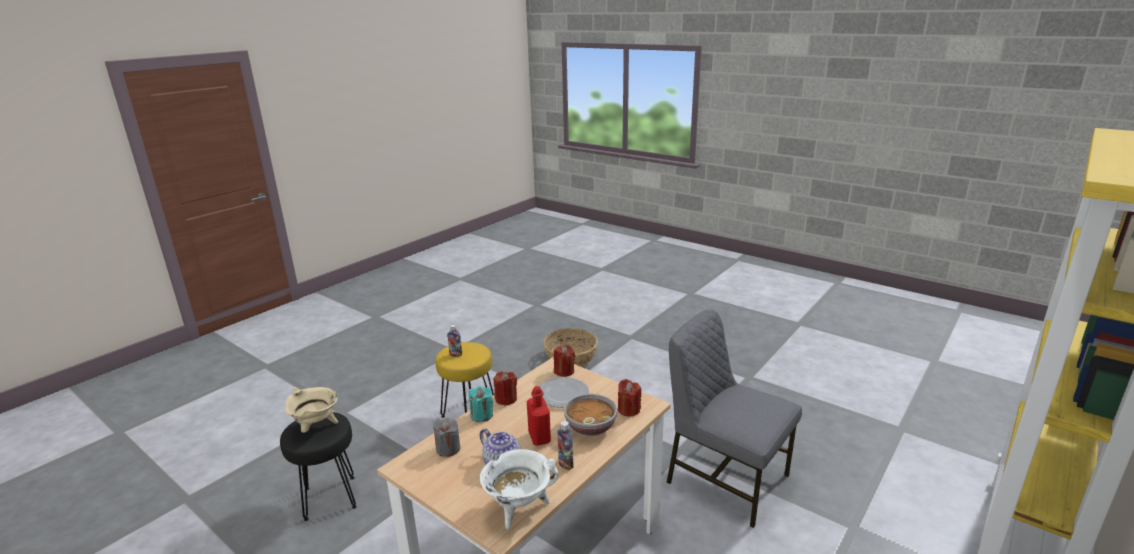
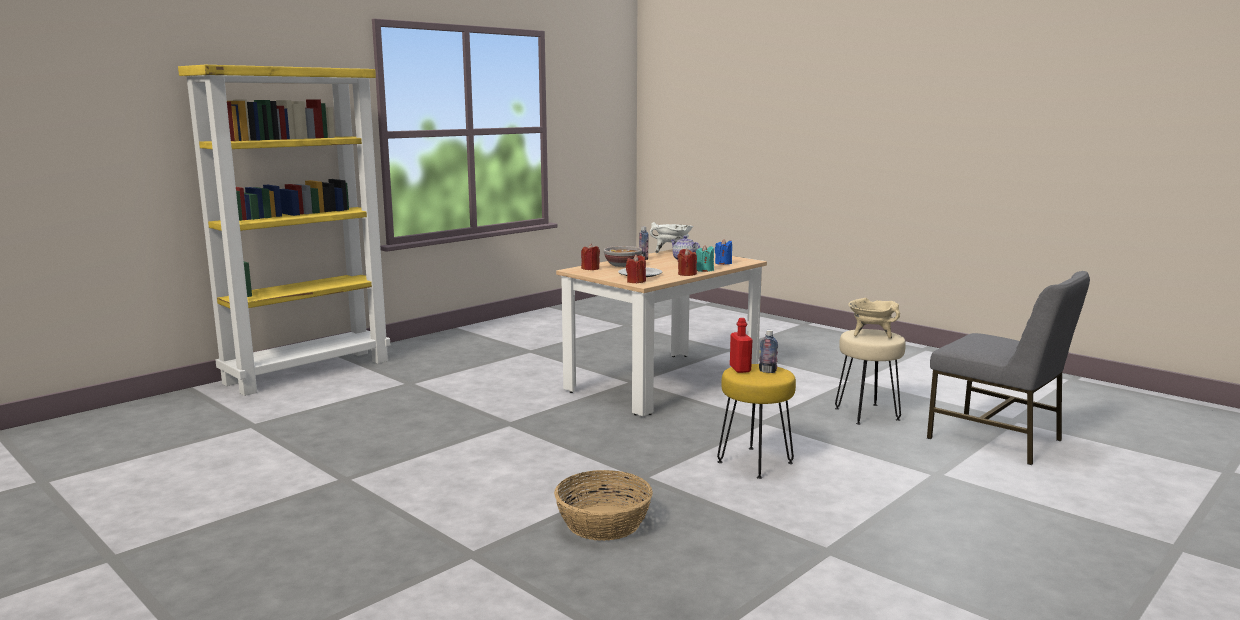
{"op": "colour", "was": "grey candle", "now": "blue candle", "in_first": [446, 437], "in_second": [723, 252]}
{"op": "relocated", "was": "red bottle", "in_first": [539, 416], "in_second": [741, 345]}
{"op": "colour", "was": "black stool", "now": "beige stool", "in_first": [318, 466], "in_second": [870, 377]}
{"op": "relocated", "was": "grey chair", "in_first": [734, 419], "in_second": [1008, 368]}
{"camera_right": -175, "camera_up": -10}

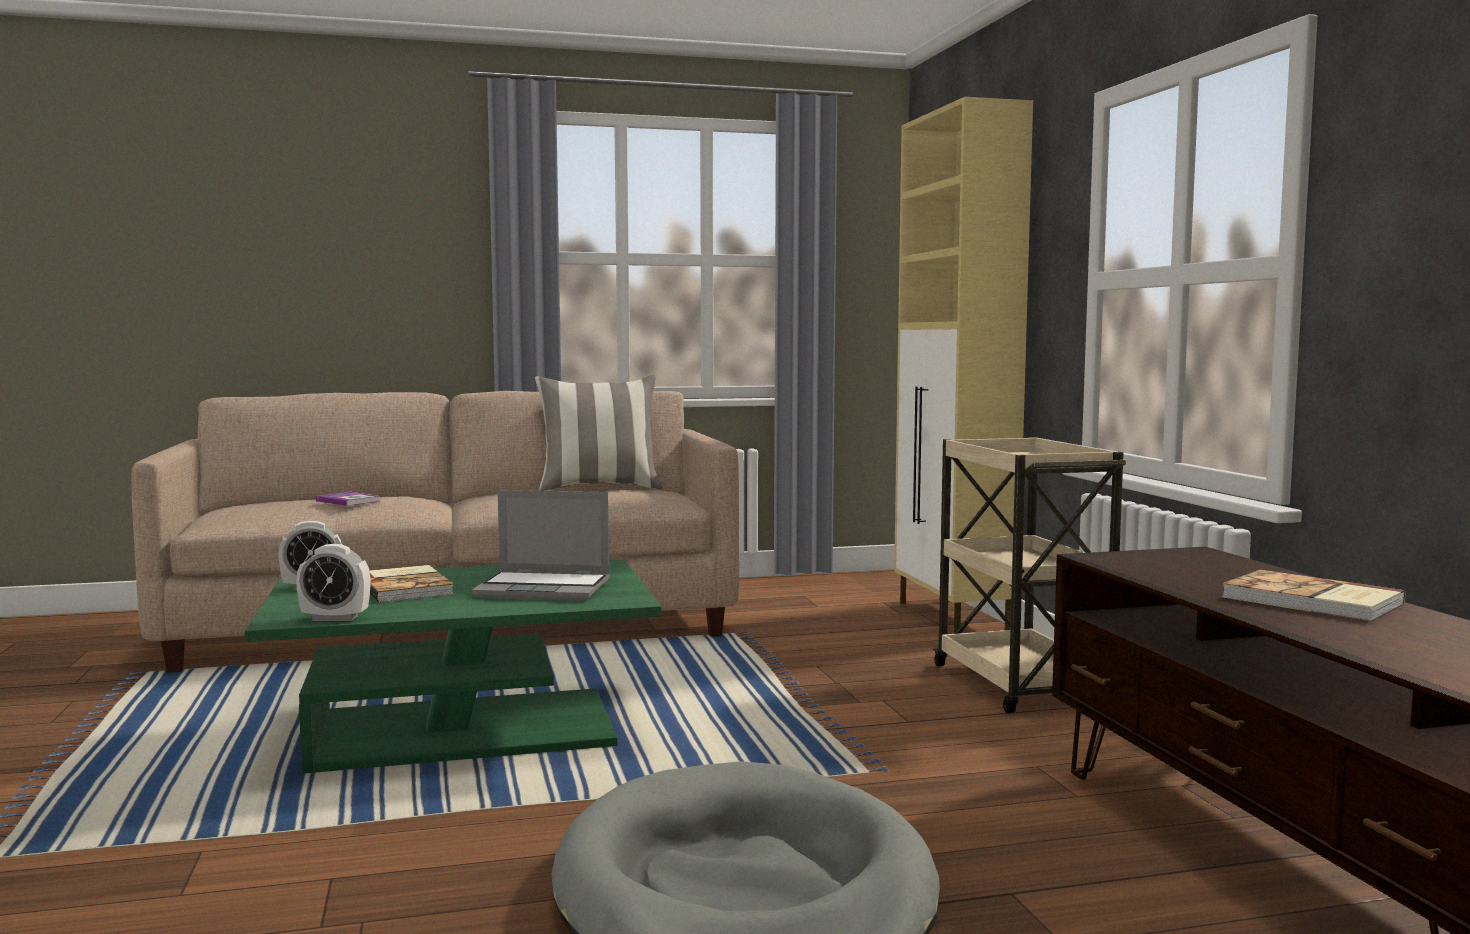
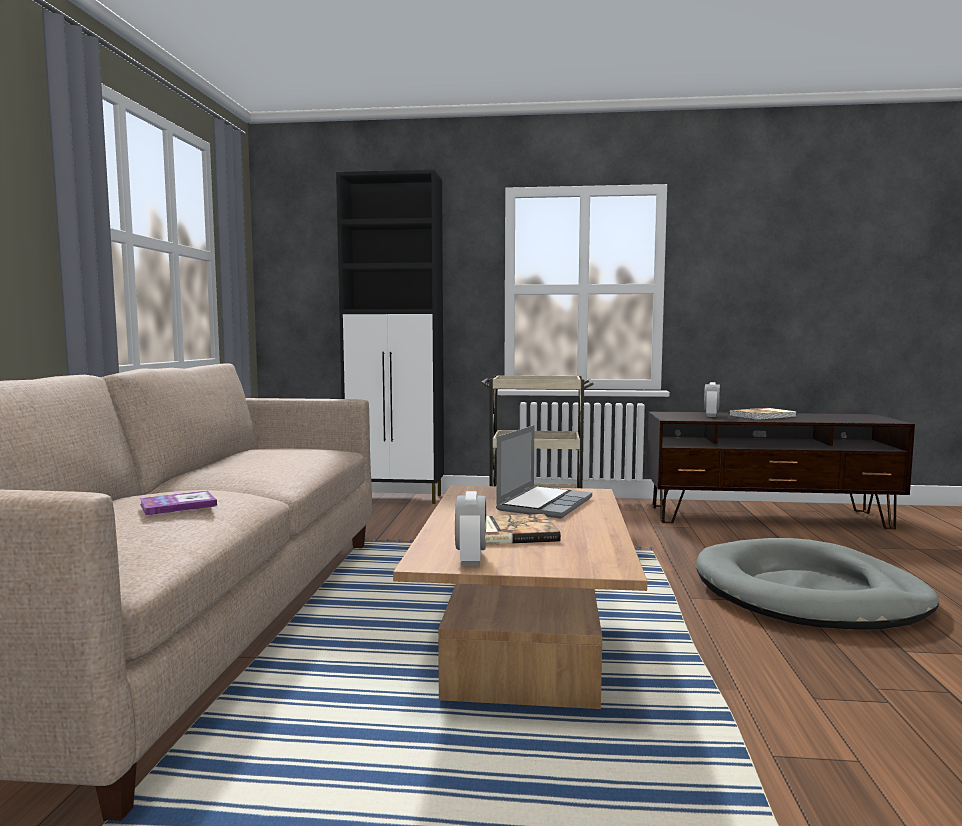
{"op": "colour", "was": "beige cabinet", "now": "black cabinet", "in_first": [963, 365], "in_second": [390, 337]}
{"op": "colour", "was": "green coffee table", "now": "brown coffee table", "in_first": [453, 666], "in_second": [520, 597]}
{"op": "relocated", "was": "alarm clock", "in_first": [333, 582], "in_second": [712, 399]}
{"op": "missing", "was": "pillow", "in_first": [598, 433]}
{"camera_right": -70, "camera_up": 0}

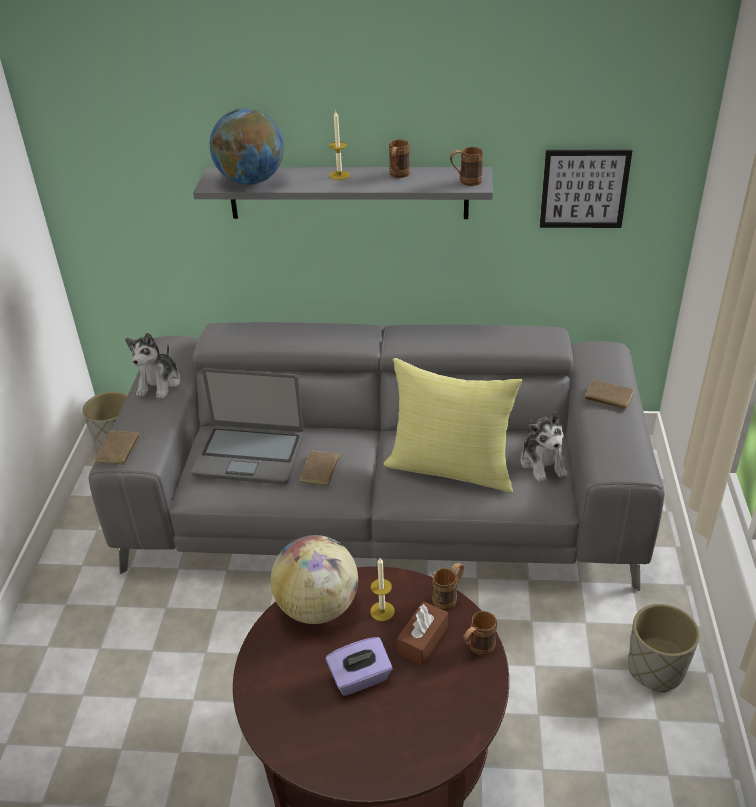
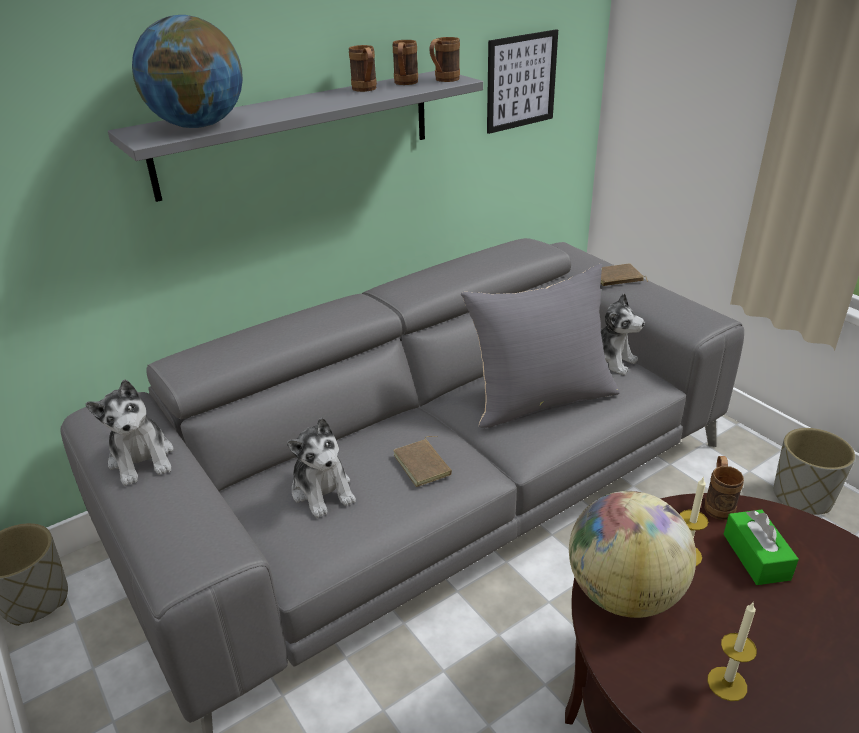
{"op": "exchanged", "was": "laptop", "now": "plush toy", "in_first": [247, 426], "in_second": [321, 468]}
{"op": "relocated", "was": "brown mug", "in_first": [480, 633], "in_second": [405, 62]}
{"op": "colour", "was": "yellow pillow", "now": "grey pillow", "in_first": [453, 425], "in_second": [540, 346]}
{"op": "relocated", "was": "candle", "in_first": [339, 145], "in_second": [732, 652]}
{"op": "colour", "was": "brown tissue box", "now": "green tissue box", "in_first": [422, 633], "in_second": [761, 547]}
{"op": "missing", "was": "brown book", "in_first": [121, 447]}
{"op": "missing", "was": "purple tissue box", "in_first": [359, 666]}
{"camera_right": -40, "camera_up": -5}

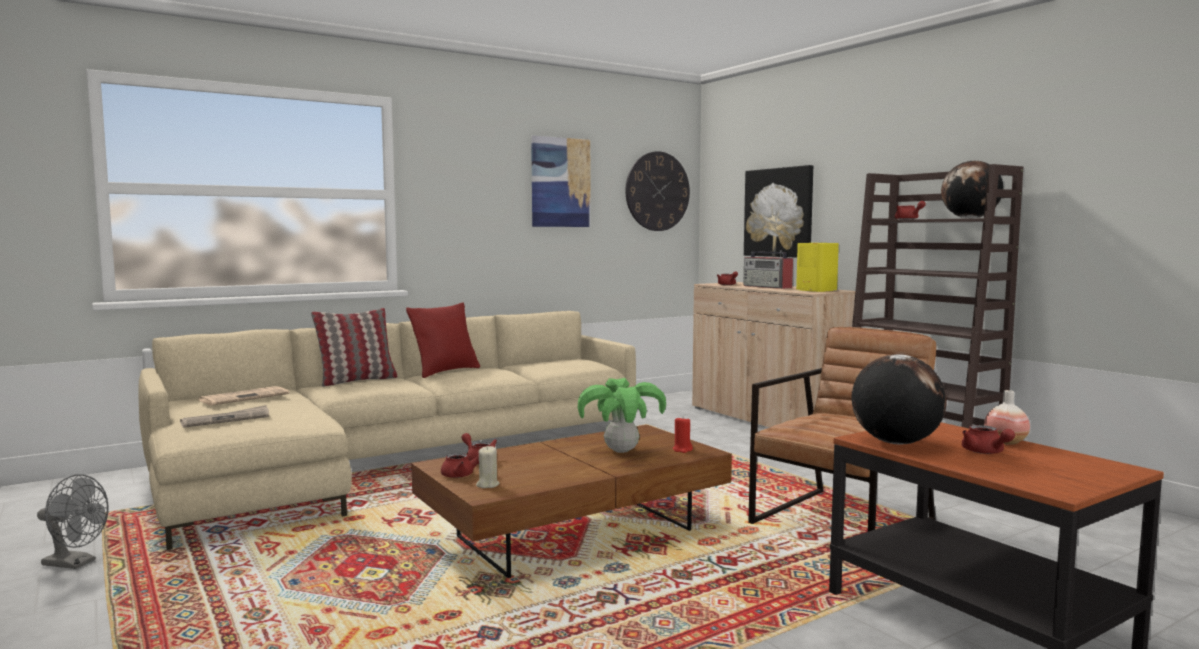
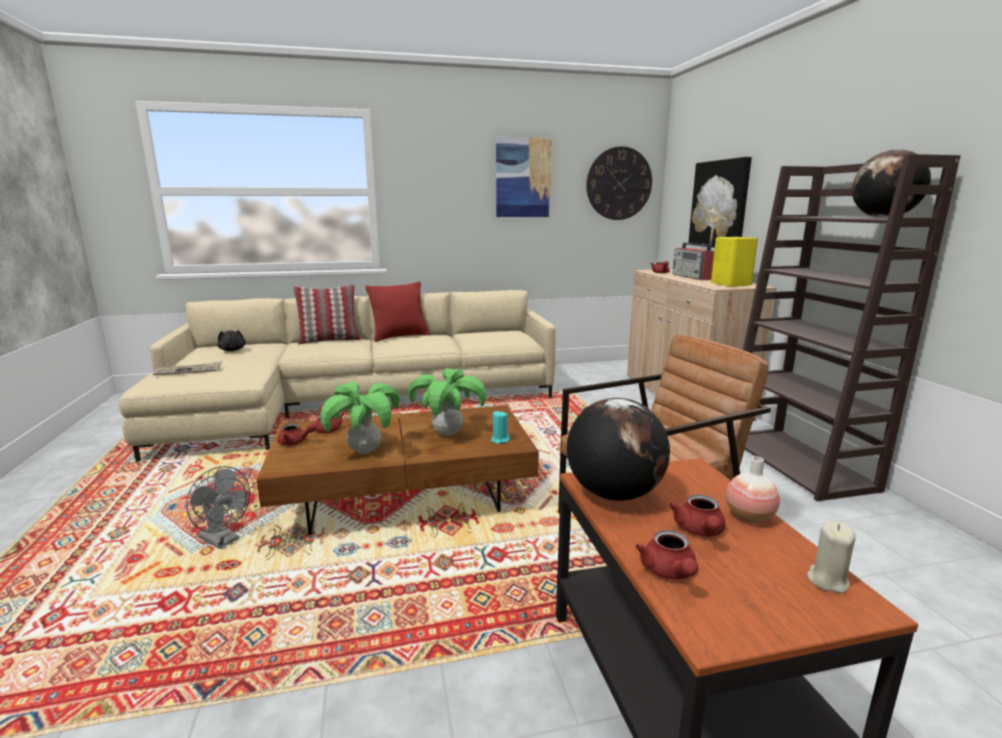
{"op": "relocated", "was": "grey fan", "in_first": [73, 521], "in_second": [218, 507]}
{"op": "exchanged", "was": "newspaper", "now": "black plush toy", "in_first": [244, 395], "in_second": [232, 340]}
{"op": "appeared", "now": "potted plant", "in_second": [360, 417]}
{"op": "colour", "was": "red candle", "now": "turquoise candle", "in_first": [682, 435], "in_second": [500, 427]}
{"op": "relocated", "was": "red teapot", "in_first": [910, 210], "in_second": [666, 554]}
{"op": "relocated", "was": "beige candle", "in_first": [487, 467], "in_second": [831, 557]}
{"camera_right": 20, "camera_up": 10}

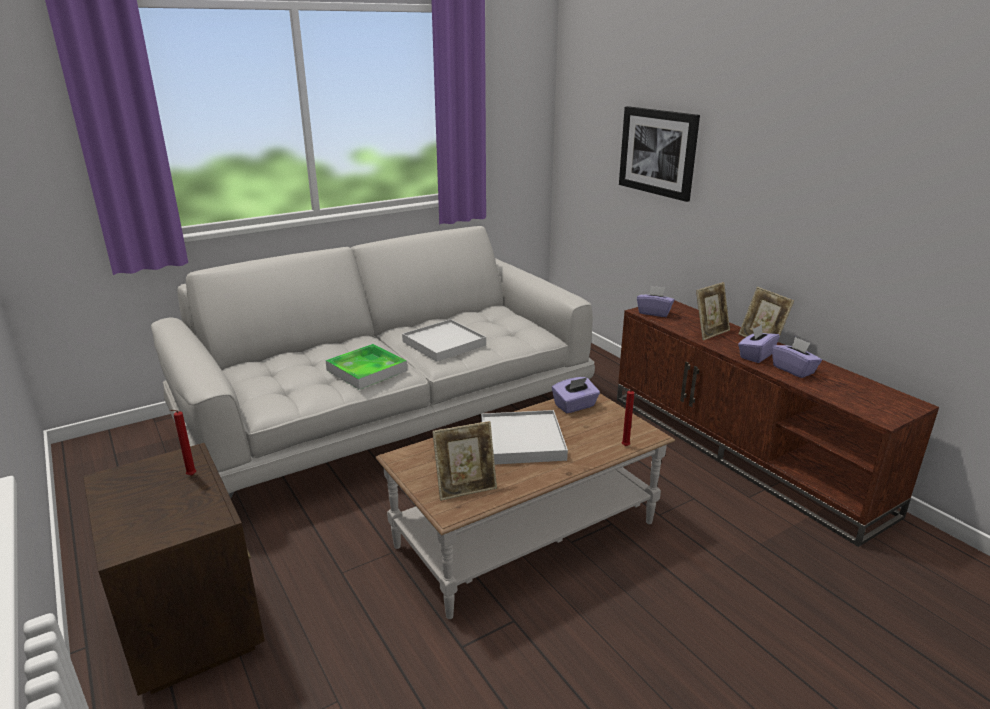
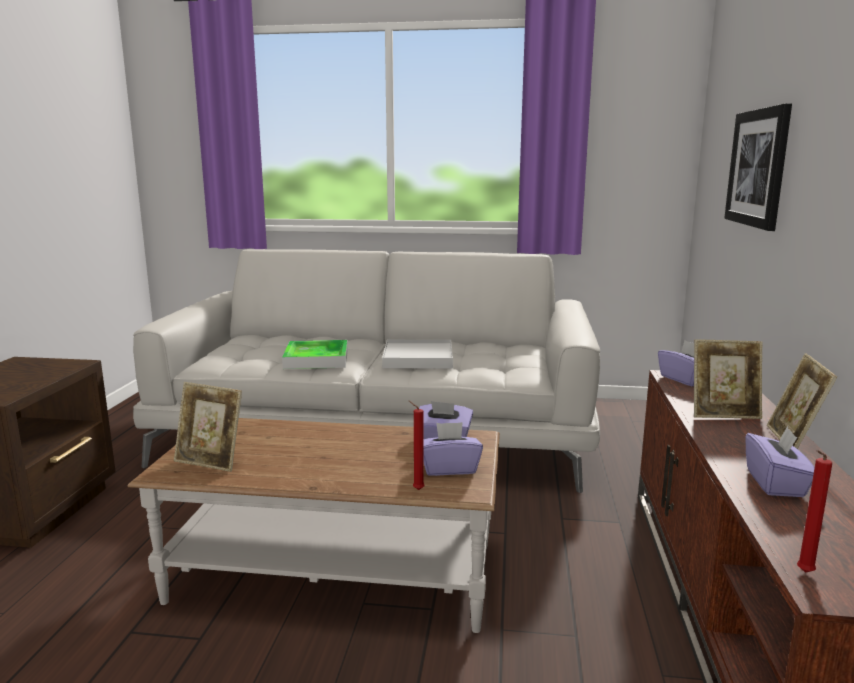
{"op": "relocated", "was": "purple tissue box", "in_first": [759, 343], "in_second": [453, 449]}
{"op": "relocated", "was": "red candle", "in_first": [183, 443], "in_second": [814, 511]}
{"op": "missing", "was": "white tray", "in_first": [524, 437]}
{"camera_right": 40, "camera_up": -10}

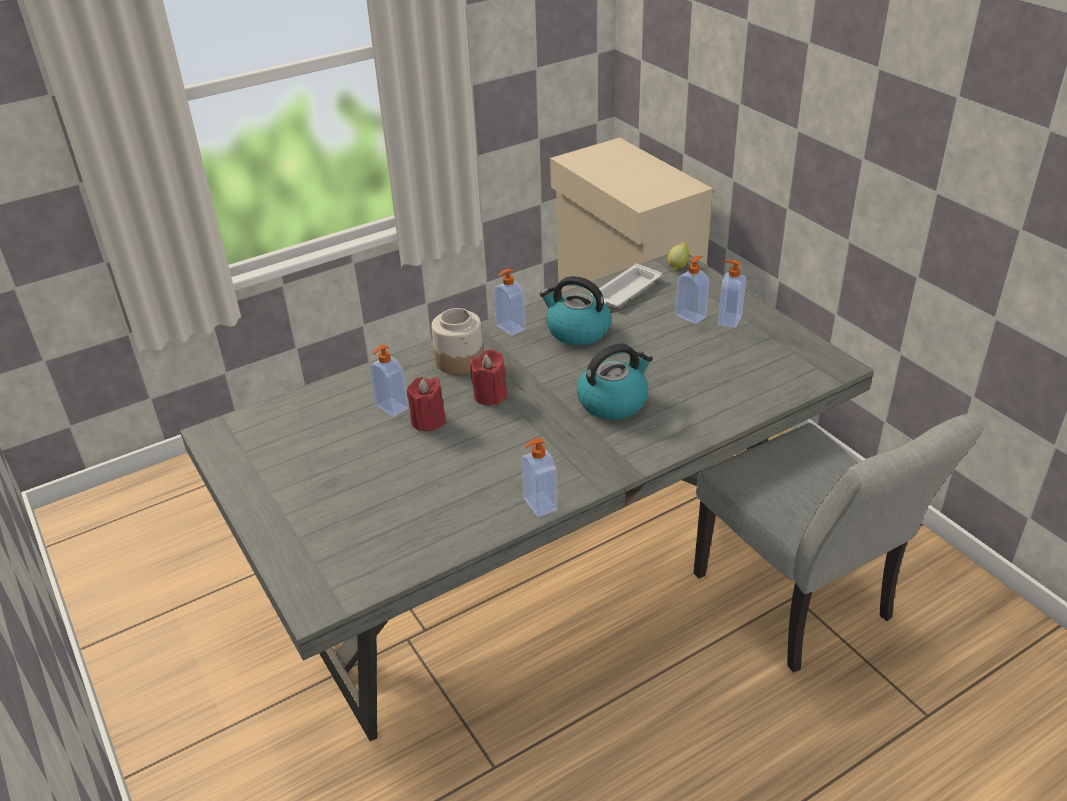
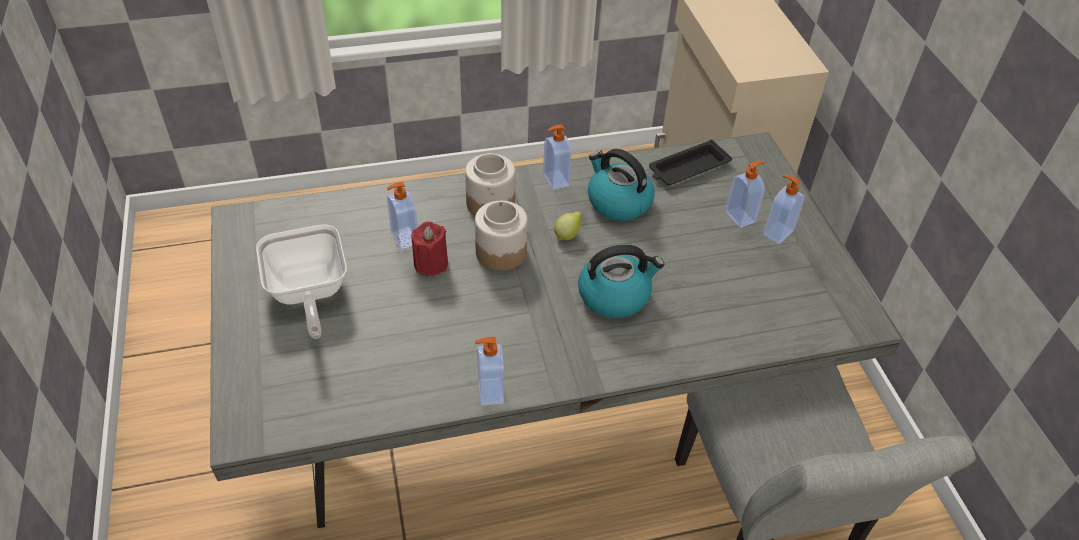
{"op": "appeared", "now": "frying pan", "in_second": [301, 281]}
{"op": "exchanged", "was": "red candle", "now": "jar", "in_first": [488, 377], "in_second": [501, 236]}
{"op": "relocated", "was": "lemon", "in_first": [678, 256], "in_second": [568, 226]}
{"op": "colour", "was": "white tray", "now": "black tray", "in_first": [626, 285], "in_second": [690, 162]}
{"camera_right": 15, "camera_up": 10}

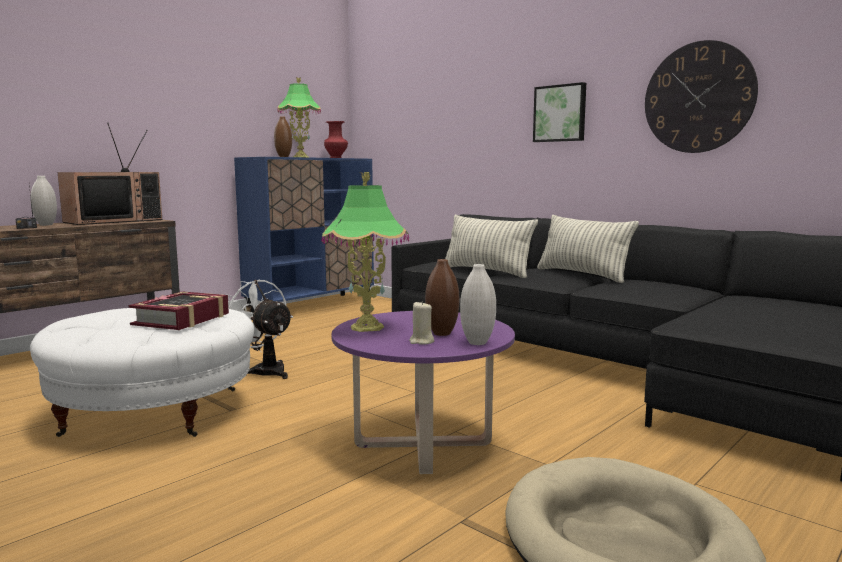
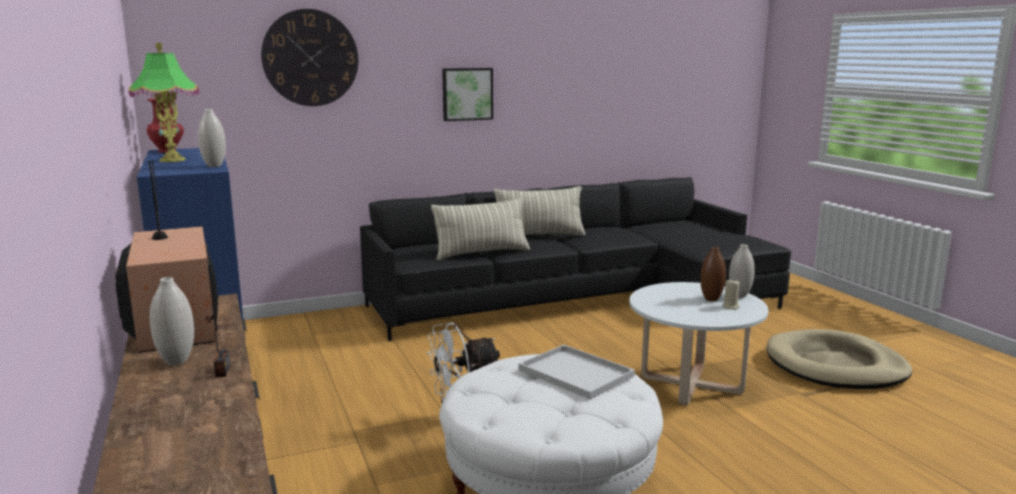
{"op": "colour", "was": "brown vase", "now": "white vase", "in_first": [283, 136], "in_second": [212, 138]}
{"op": "relocated", "was": "wall clock", "in_first": [701, 96], "in_second": [309, 57]}
{"op": "exchanged", "was": "book", "now": "white tray", "in_first": [178, 310], "in_second": [576, 372]}
{"op": "colour", "was": "purple coffee table", "now": "white coffee table", "in_first": [423, 392], "in_second": [698, 343]}
{"op": "missing", "was": "table lamp", "in_first": [365, 252]}
{"camera_right": -65, "camera_up": 5}

